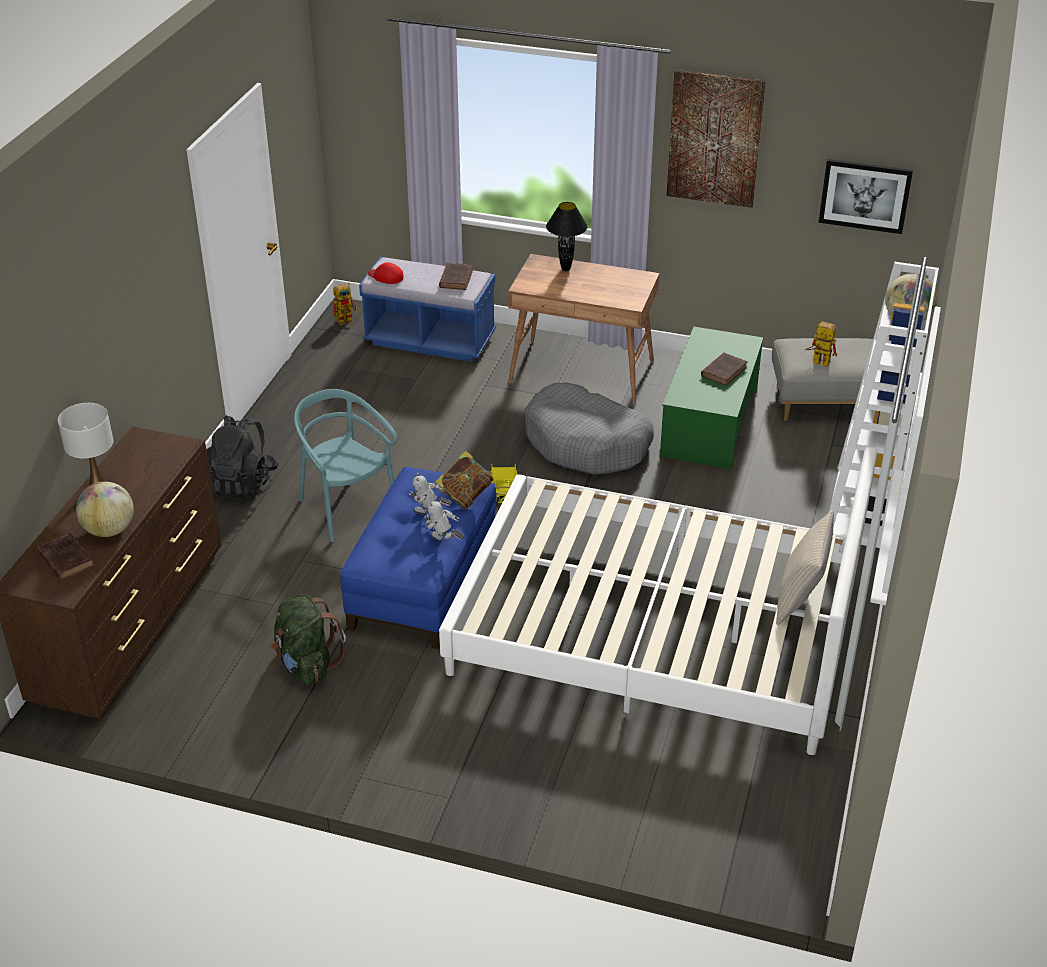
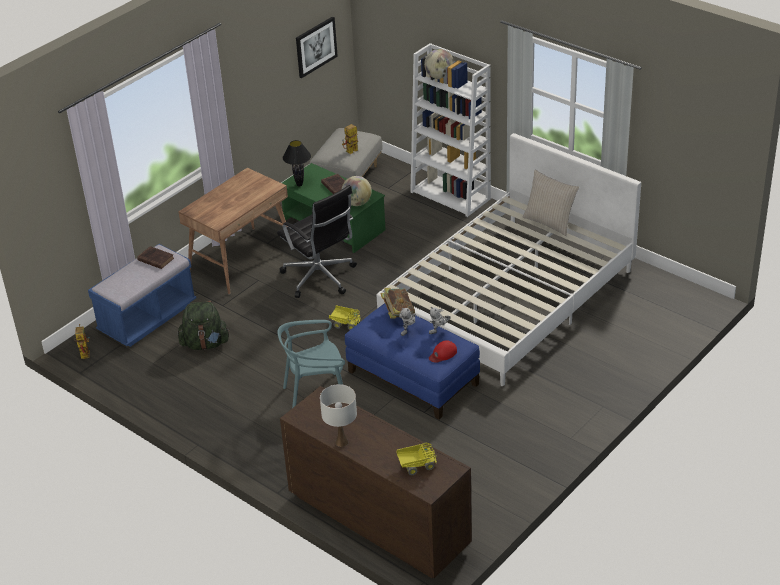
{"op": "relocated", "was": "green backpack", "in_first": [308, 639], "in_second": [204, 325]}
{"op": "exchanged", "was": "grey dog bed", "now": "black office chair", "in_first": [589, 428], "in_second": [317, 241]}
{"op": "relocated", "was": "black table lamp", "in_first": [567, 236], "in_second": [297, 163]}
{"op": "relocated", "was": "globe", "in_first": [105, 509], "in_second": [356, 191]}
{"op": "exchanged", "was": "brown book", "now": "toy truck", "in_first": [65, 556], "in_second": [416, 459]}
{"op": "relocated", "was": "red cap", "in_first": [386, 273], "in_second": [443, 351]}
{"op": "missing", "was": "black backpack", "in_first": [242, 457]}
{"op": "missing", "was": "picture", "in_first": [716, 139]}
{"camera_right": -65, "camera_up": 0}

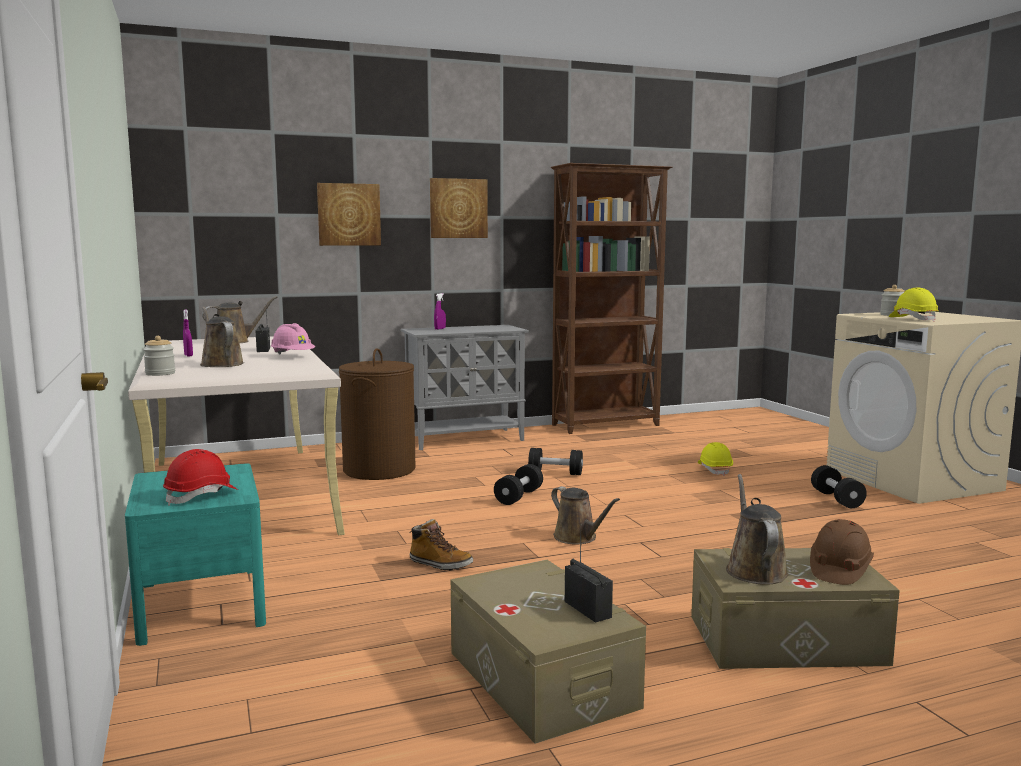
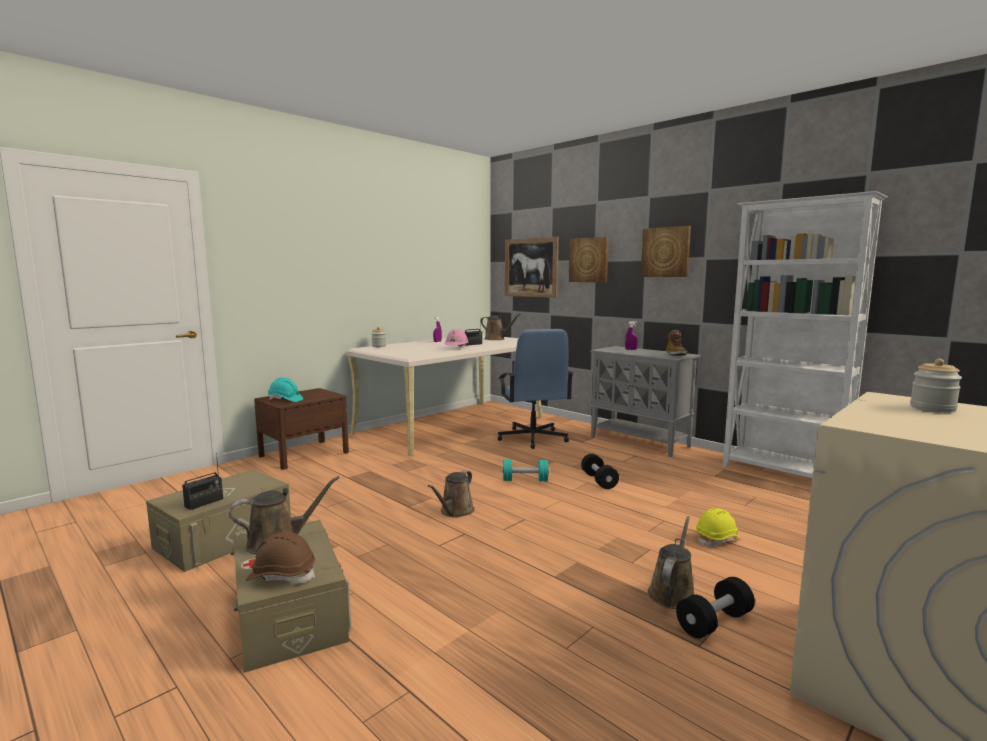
{"op": "colour", "was": "turquoise nightstand", "now": "brown nightstand", "in_first": [195, 554], "in_second": [301, 429]}
{"op": "colour", "was": "red hard hat", "now": "turquoise hard hat", "in_first": [200, 477], "in_second": [285, 389]}
{"op": "exchanged", "was": "brown laundry basket", "now": "blue office chair", "in_first": [377, 414], "in_second": [535, 389]}
{"op": "colour", "was": "black dumbbell", "now": "turquoise dumbbell", "in_first": [518, 484], "in_second": [525, 470]}
{"op": "appeared", "now": "picture", "in_second": [532, 267]}
{"op": "relocated", "was": "brown watering can", "in_first": [222, 337], "in_second": [671, 562]}
{"op": "relocated", "was": "boot", "in_first": [441, 544], "in_second": [676, 343]}
{"op": "colour", "was": "brown bookcase", "now": "white bookcase", "in_first": [611, 298], "in_second": [805, 334]}
{"op": "missing", "was": "yellow hard hat", "in_first": [914, 305]}
{"camera_right": 65, "camera_up": 0}

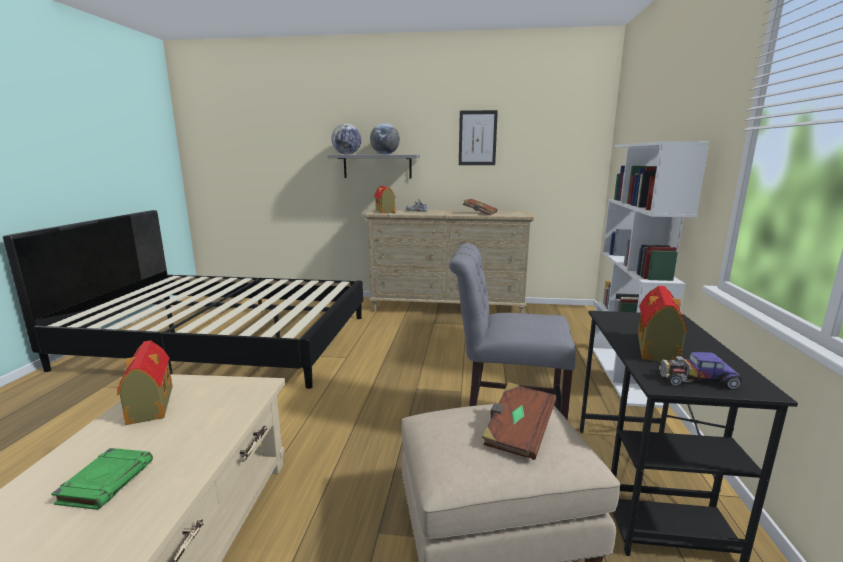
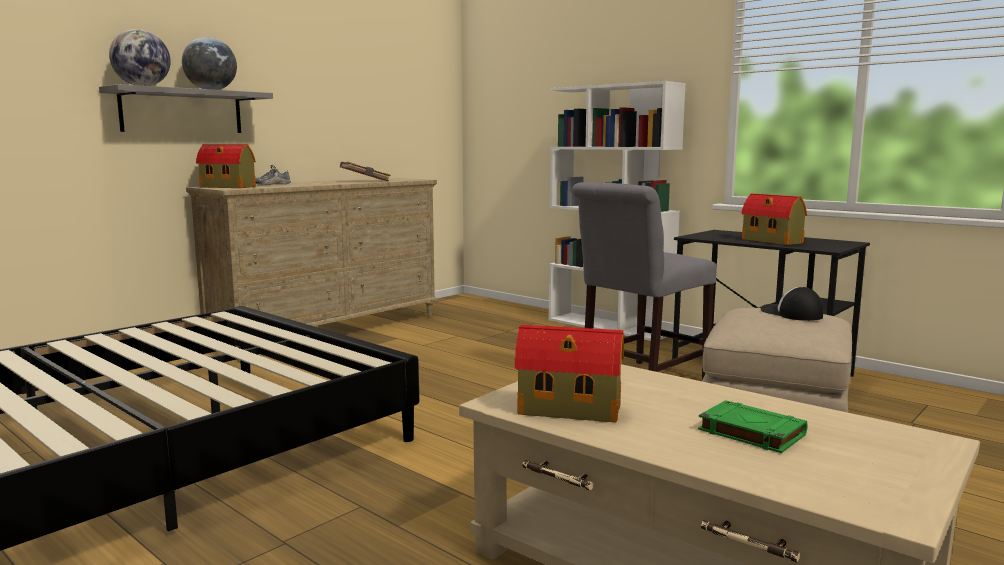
{"op": "exchanged", "was": "brown book", "now": "cap", "in_first": [519, 421], "in_second": [792, 303]}
{"op": "missing", "was": "picture", "in_first": [478, 137]}
{"op": "missing", "was": "toy car", "in_first": [699, 371]}
{"camera_right": -55, "camera_up": -5}

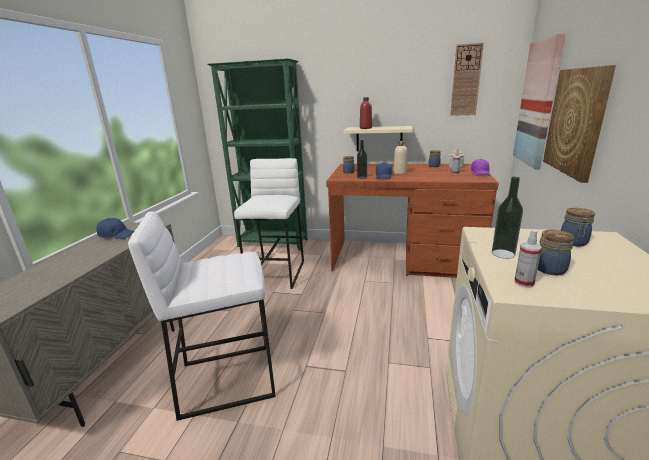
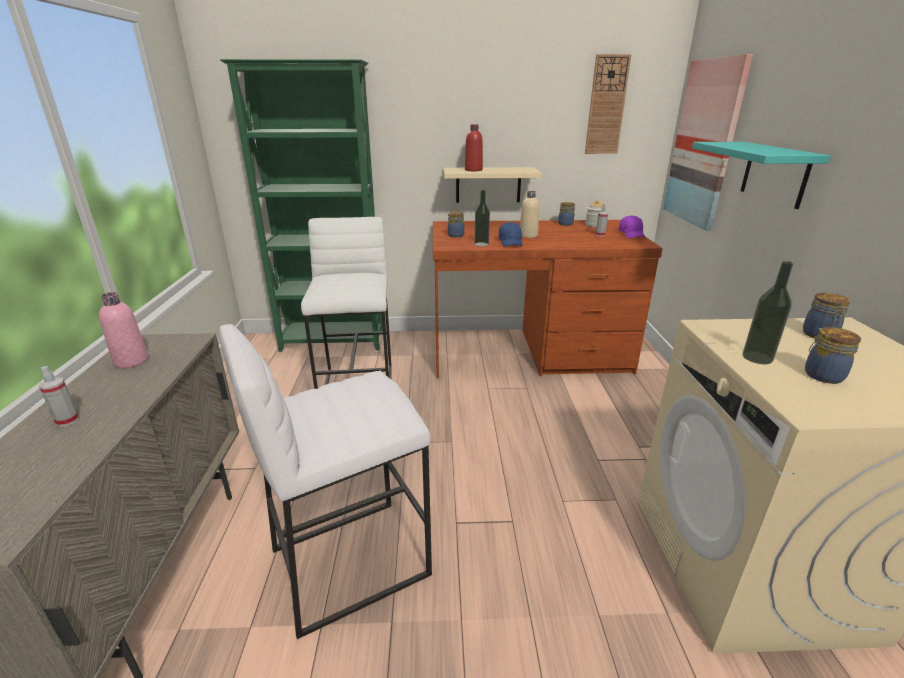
{"op": "relocated", "was": "spray bottle", "in_first": [528, 259], "in_second": [59, 396]}
{"op": "exchanged", "was": "blue cap", "now": "pink bottle", "in_first": [115, 228], "in_second": [124, 330]}
{"op": "exchanged", "was": "picture", "now": "turquoise shelf", "in_first": [579, 124], "in_second": [761, 175]}
{"camera_right": -15, "camera_up": 5}

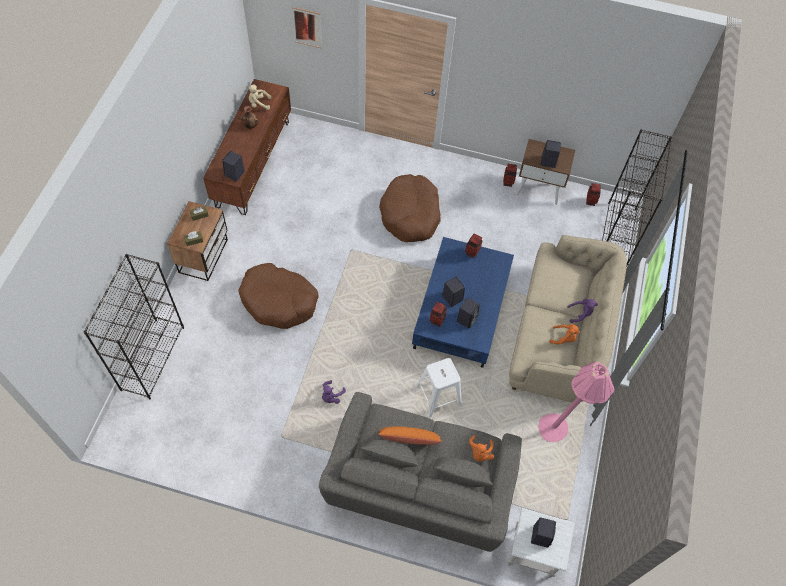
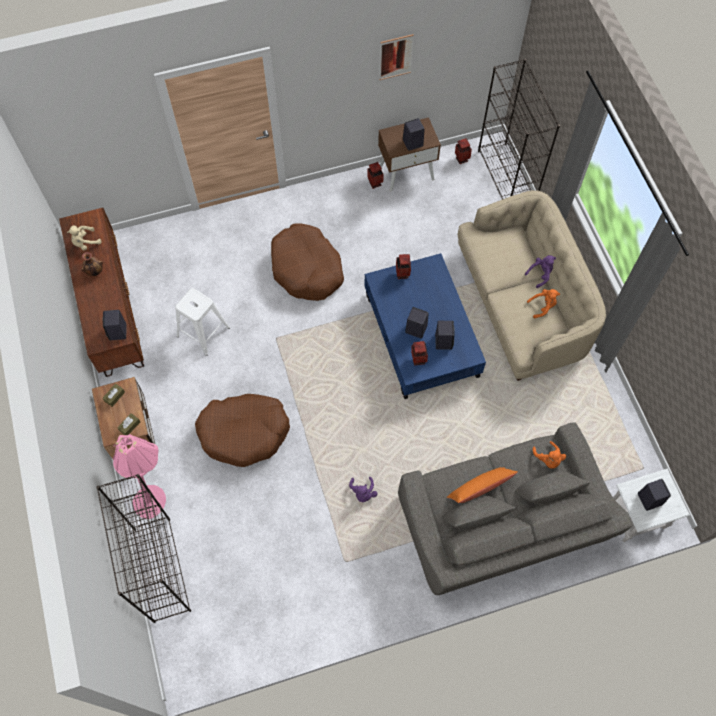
{"op": "relocated", "was": "pink floor lamp", "in_first": [576, 401], "in_second": [139, 477]}
{"op": "relocated", "was": "white stool", "in_first": [438, 388], "in_second": [202, 322]}
{"op": "relocated", "was": "picture", "in_first": [307, 27], "in_second": [396, 57]}
{"camera_right": -30, "camera_up": 5}

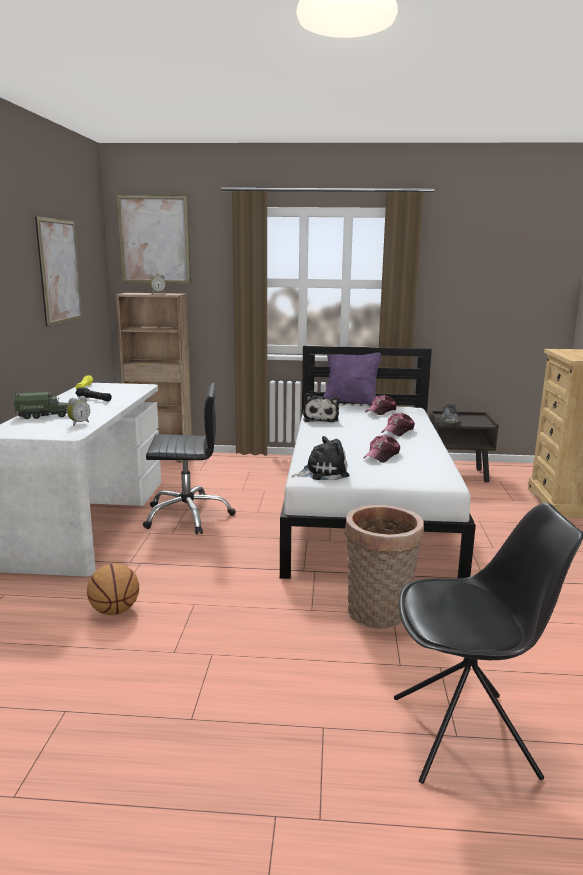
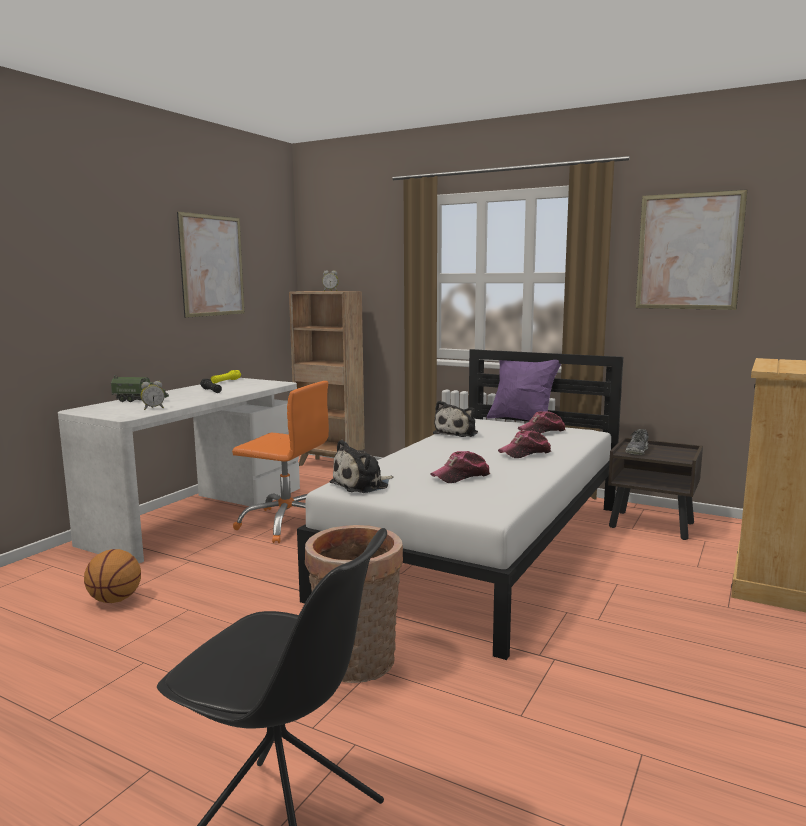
{"op": "colour", "was": "black office chair", "now": "orange office chair", "in_first": [189, 459], "in_second": [280, 462]}
{"op": "spun", "was": "plush toy", "in_first": [320, 458], "in_second": [361, 466], "clockwise": 135}
{"op": "relocated", "was": "picture", "in_first": [154, 239], "in_second": [691, 249]}
{"camera_right": 25, "camera_up": -5}

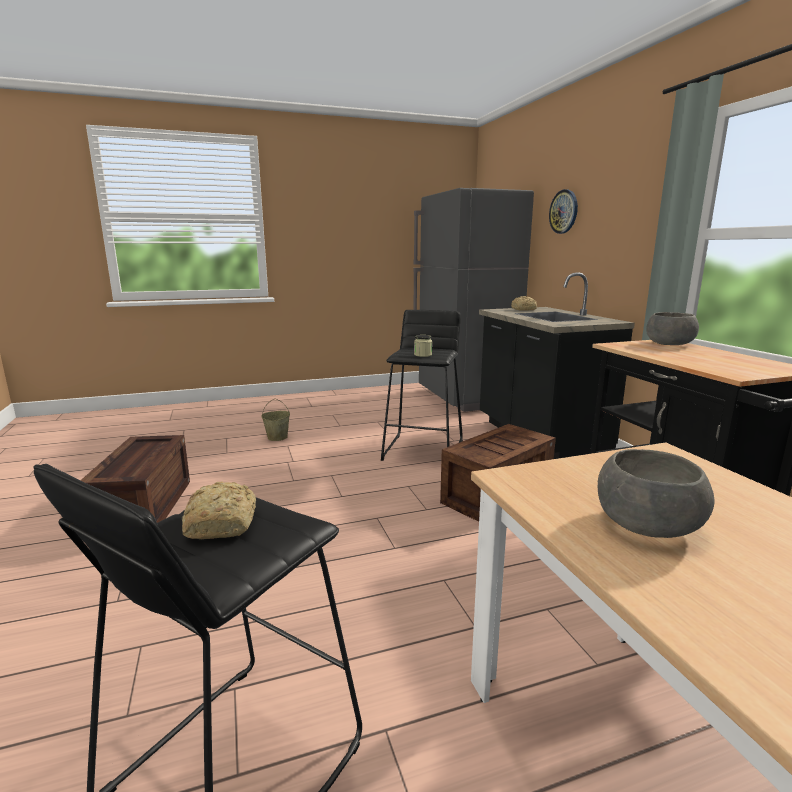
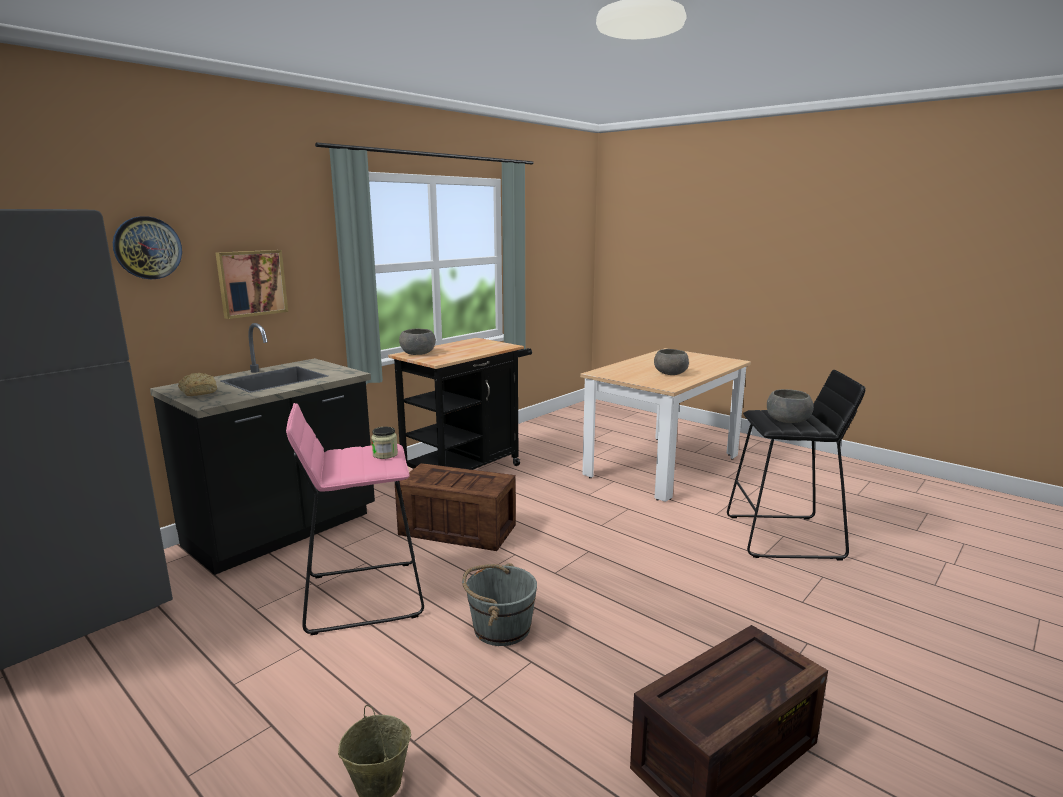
{"op": "appeared", "now": "picture", "in_second": [252, 284]}
{"op": "colour", "was": "black stool", "now": "pink stool", "in_first": [422, 385], "in_second": [355, 519]}
{"op": "appeared", "now": "grey bucket", "in_second": [499, 604]}
{"op": "exchanged", "was": "bread", "now": "grey bowl", "in_first": [219, 510], "in_second": [790, 406]}
{"camera_right": -120, "camera_up": 0}

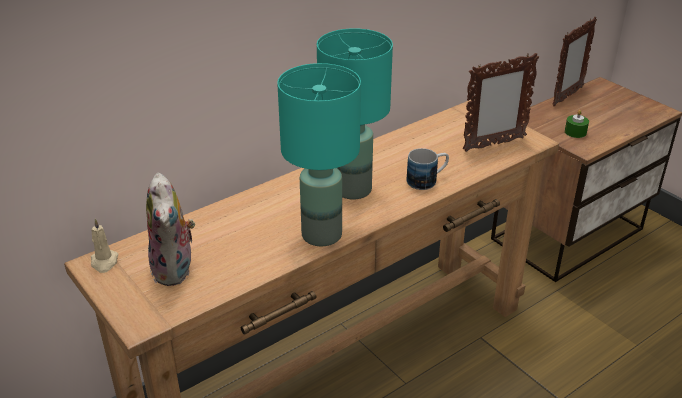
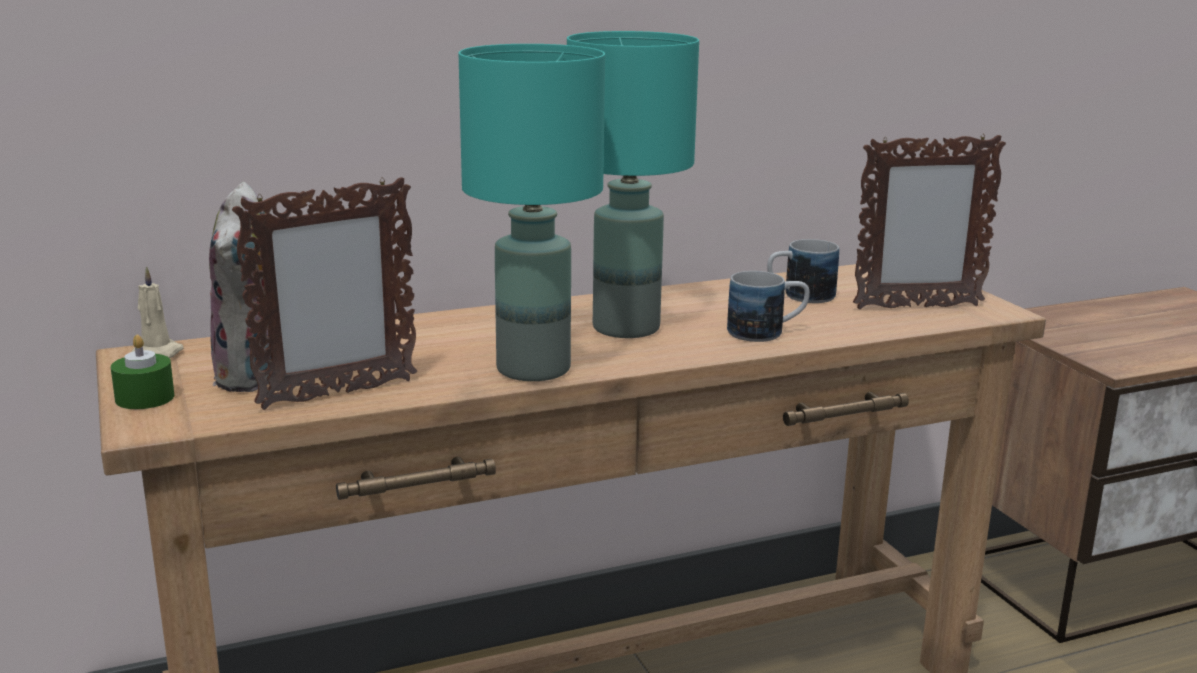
{"op": "relocated", "was": "green candle", "in_first": [577, 124], "in_second": [142, 372]}
{"op": "relocated", "was": "picture frame", "in_first": [575, 62], "in_second": [324, 293]}
{"op": "appeared", "now": "mug", "in_second": [803, 271]}
{"camera_right": 15, "camera_up": -15}

